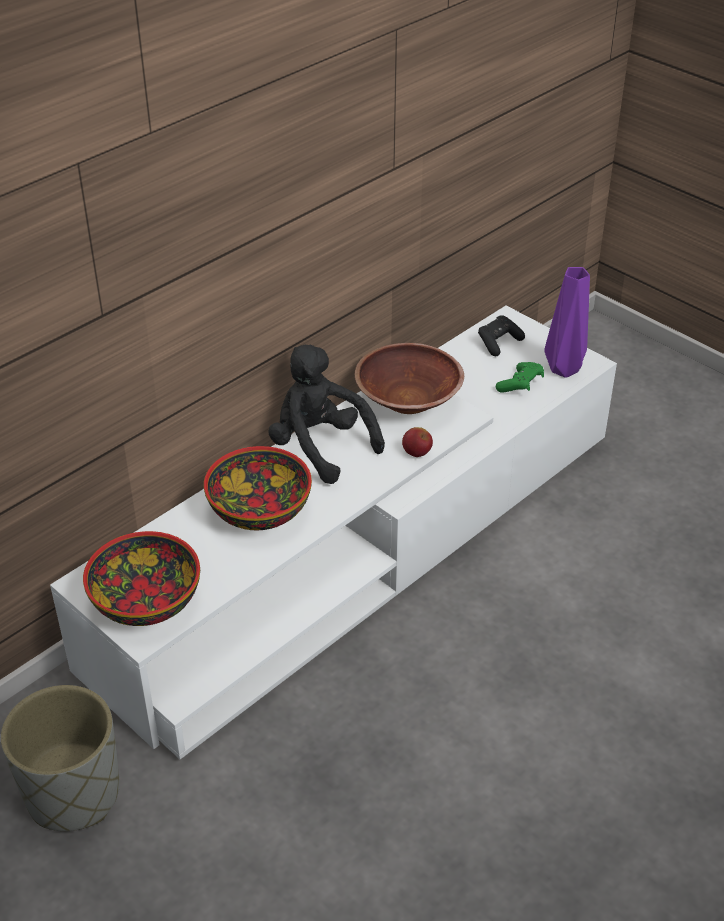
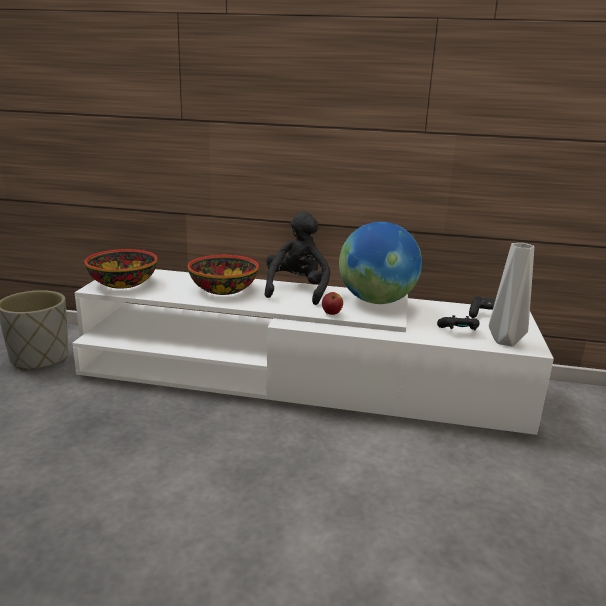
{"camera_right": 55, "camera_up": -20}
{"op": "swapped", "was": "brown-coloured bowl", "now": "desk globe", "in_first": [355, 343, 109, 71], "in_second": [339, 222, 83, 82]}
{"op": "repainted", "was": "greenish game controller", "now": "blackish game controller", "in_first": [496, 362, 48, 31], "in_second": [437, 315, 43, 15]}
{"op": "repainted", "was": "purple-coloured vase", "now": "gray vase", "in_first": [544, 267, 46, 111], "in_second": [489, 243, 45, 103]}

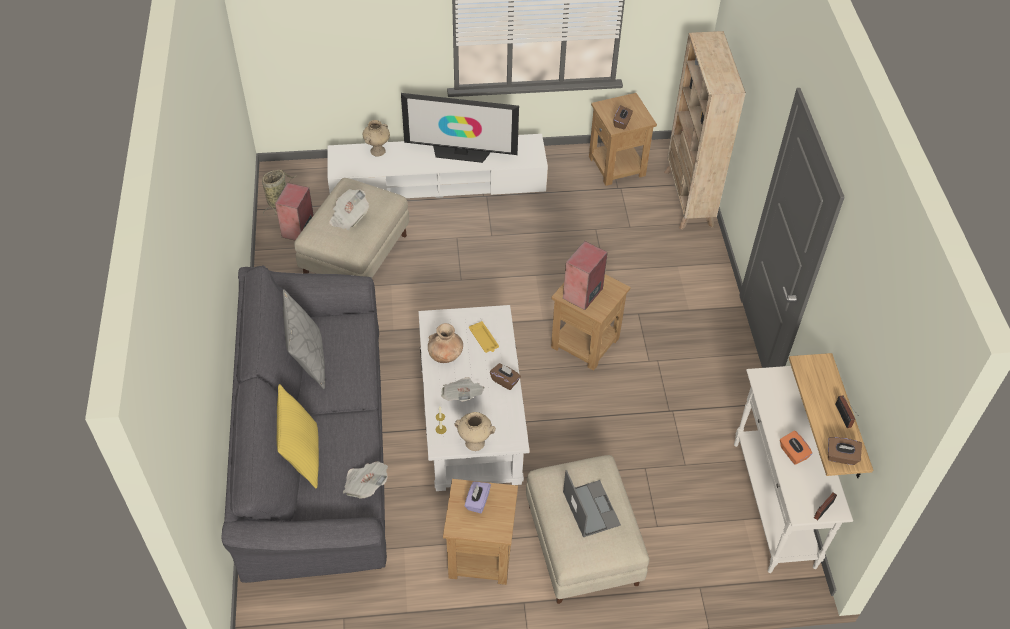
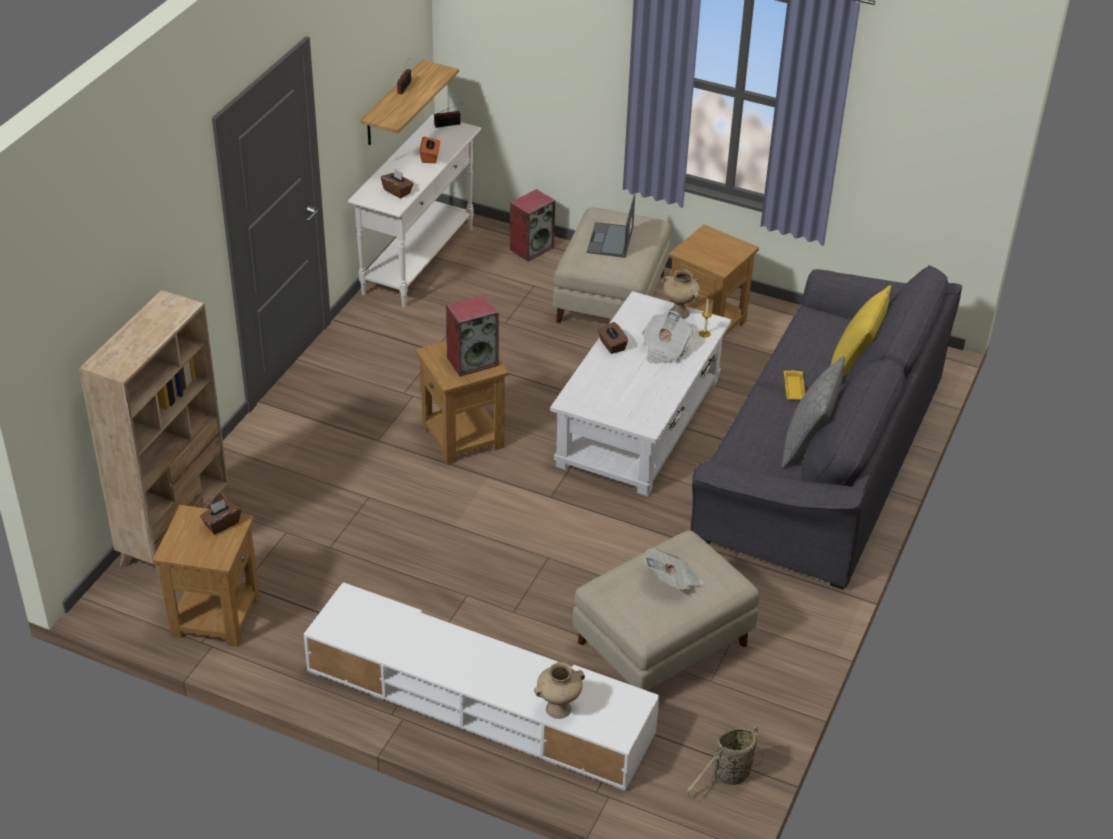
{"camera_right": -150, "camera_up": -10}
{"op": "shifted", "was": "brown-coloured box of tissues", "in_first": [828, 437, 34, 28], "in_second": [381, 169, 32, 29]}
{"op": "shifted", "was": "loudspeaker", "in_first": [275, 183, 39, 57], "in_second": [510, 189, 45, 73]}
{"op": "shifted", "was": "yellow-coloured carrying tray", "in_first": [469, 321, 30, 32], "in_second": [784, 370, 21, 30]}
{"op": "gone", "was": "newspaper", "in_first": [343, 461, 45, 38]}
{"op": "gone", "was": "television", "in_first": [401, 93, 118, 70]}
{"op": "gone", "was": "brown-coloured vase", "in_first": [428, 323, 35, 40]}
{"op": "gone", "was": "purple-coloured box of tissues", "in_first": [465, 481, 26, 32]}

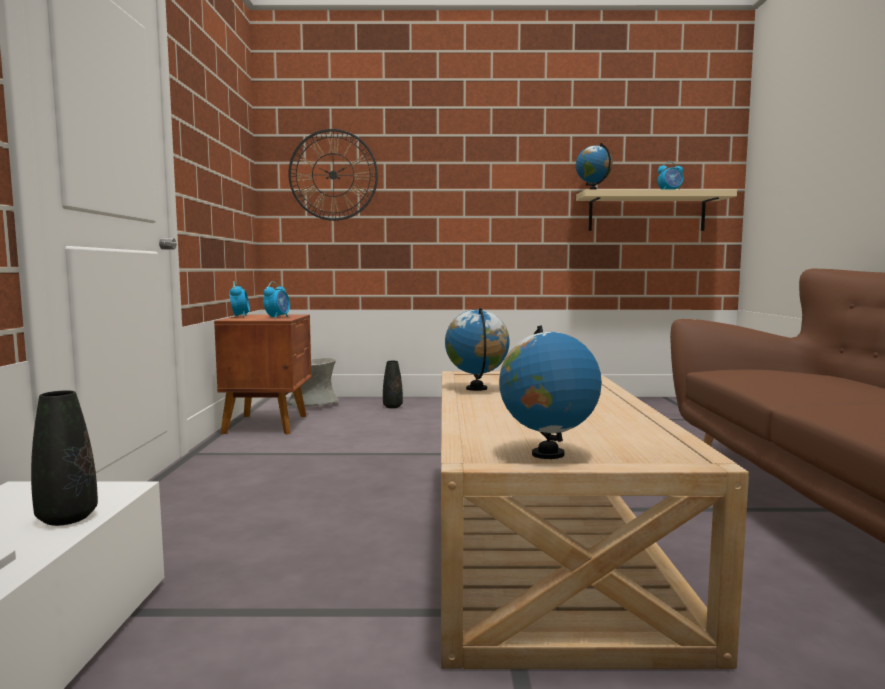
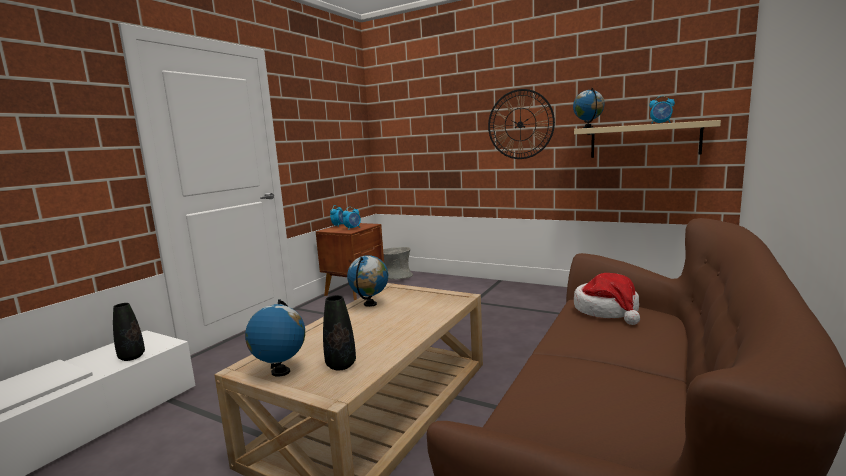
{"camera_right": 30, "camera_up": 5}
{"op": "shifted", "was": "blackish vase", "in_first": [383, 361, 20, 47], "in_second": [323, 295, 33, 76]}
{"op": "shifted", "was": "wall clock", "in_first": [288, 129, 90, 92], "in_second": [488, 89, 67, 70]}
{"op": "new", "now": "hat", "in_second": [574, 273, 66, 52]}

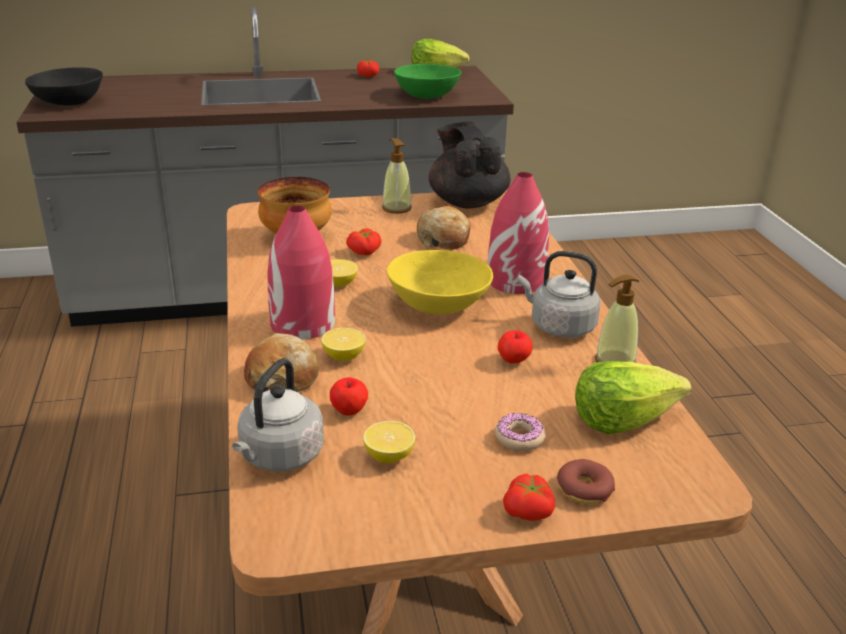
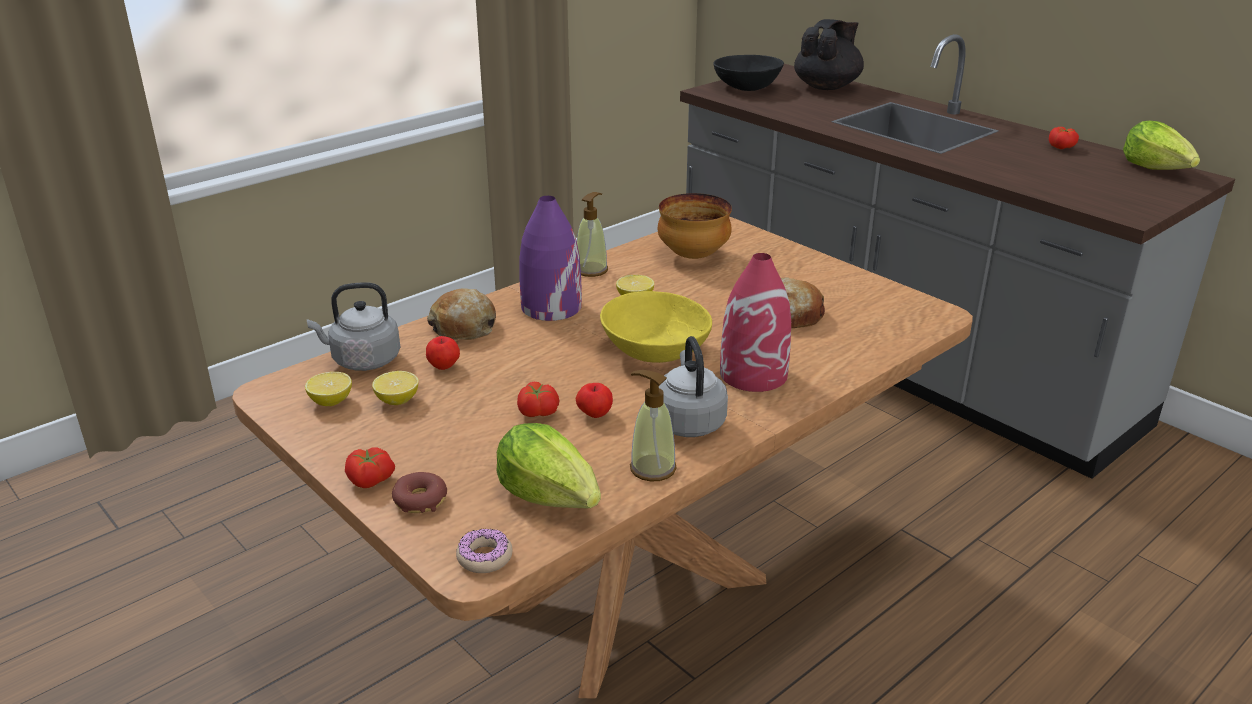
{"camera_right": 60, "camera_up": 0}
{"op": "shifted", "was": "lemon", "in_first": [321, 328, 45, 33], "in_second": [305, 372, 47, 34]}
{"op": "shifted", "was": "doughnut", "in_first": [495, 413, 51, 38], "in_second": [456, 529, 57, 44]}
{"op": "shifted", "was": "tomato", "in_first": [346, 228, 35, 27], "in_second": [517, 382, 43, 35]}
{"op": "repainted", "was": "red-coloured vase", "now": "purple-coloured vase", "in_first": [267, 206, 68, 133], "in_second": [520, 196, 62, 125]}
{"op": "shifted", "was": "soap dispenser", "in_first": [382, 138, 30, 76], "in_second": [577, 192, 31, 85]}
{"op": "shifted", "was": "blackish tea pot", "in_first": [429, 122, 82, 87], "in_second": [794, 19, 70, 71]}
{"op": "gone", "was": "greenish bowl", "in_first": [394, 64, 67, 35]}

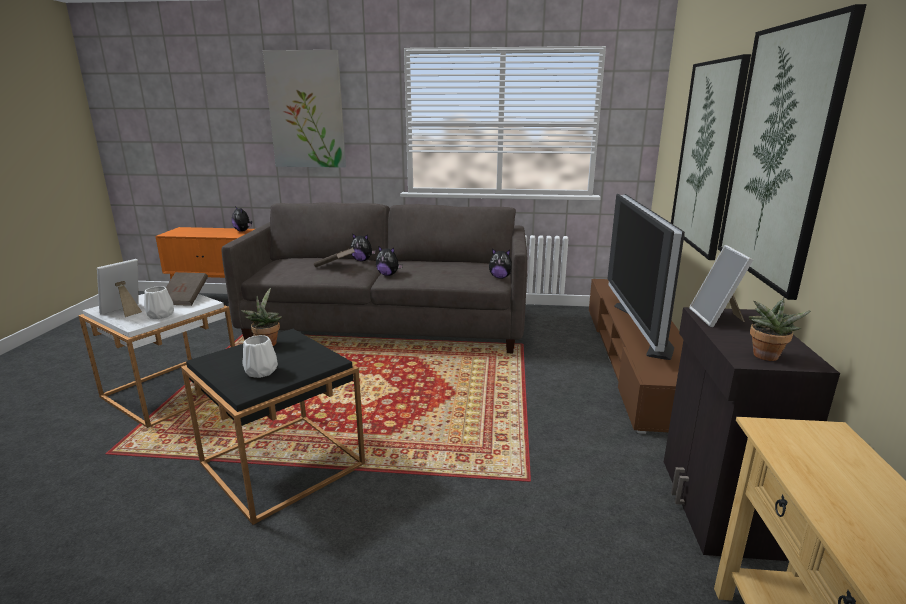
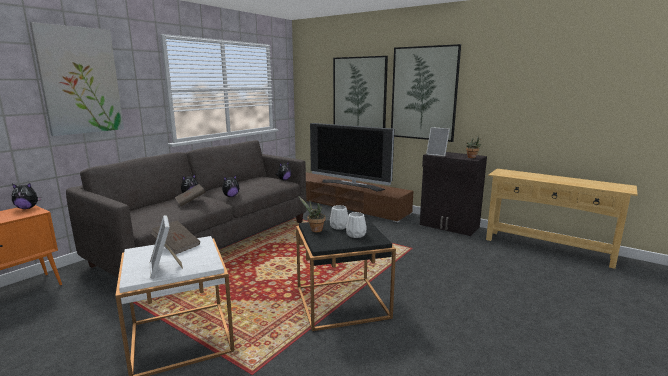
{"camera_right": -60, "camera_up": -5}
{"op": "shifted", "was": "white vase", "in_first": [144, 286, 30, 33], "in_second": [330, 205, 18, 25]}

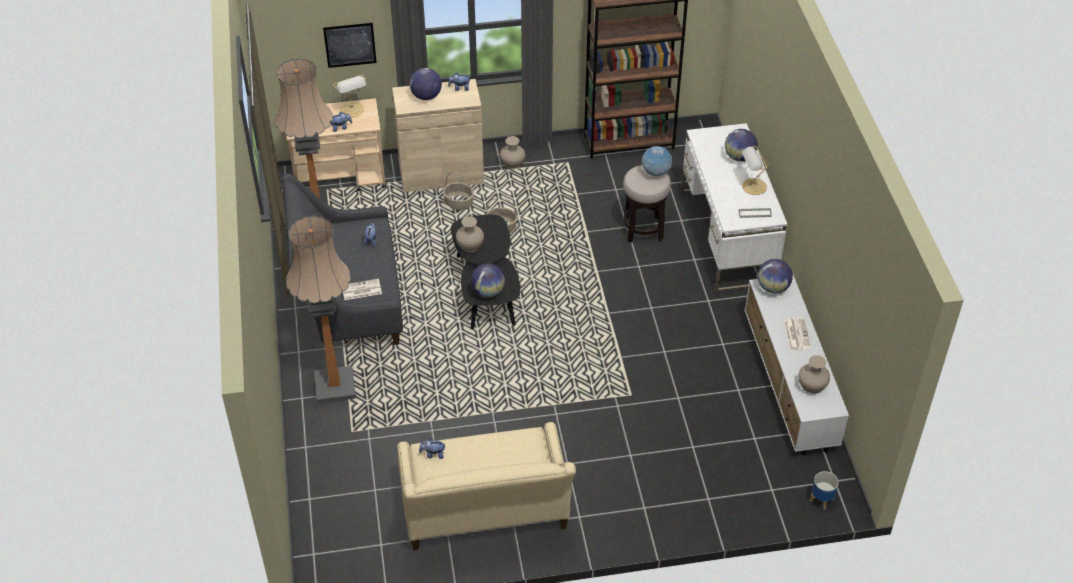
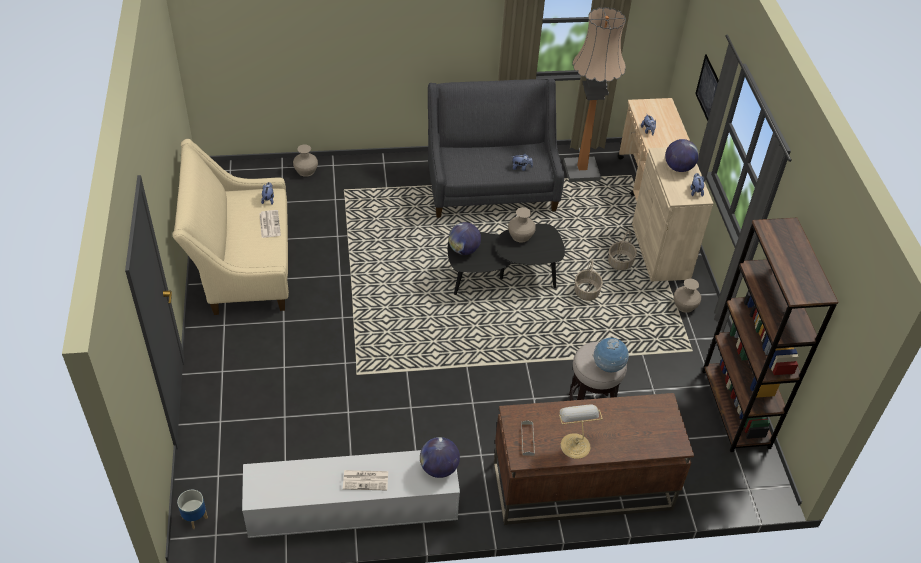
{"camera_right": 90, "camera_up": 0}
{"op": "shifted", "was": "newspaper", "in_first": [343, 279, 39, 21], "in_second": [259, 210, 22, 28]}
{"op": "shifted", "was": "beige-coloured vase", "in_first": [798, 355, 32, 39], "in_second": [293, 144, 25, 33]}
{"op": "repainted", "was": "white desk unit", "now": "brown-coloured desk unit", "in_first": [681, 123, 107, 169], "in_second": [494, 393, 200, 132]}
{"op": "gone", "was": "standing lamp", "in_first": [286, 215, 70, 189]}
{"op": "gone", "was": "table lamp", "in_first": [333, 75, 33, 42]}
{"op": "gone", "was": "desk globe", "in_first": [725, 129, 33, 33]}

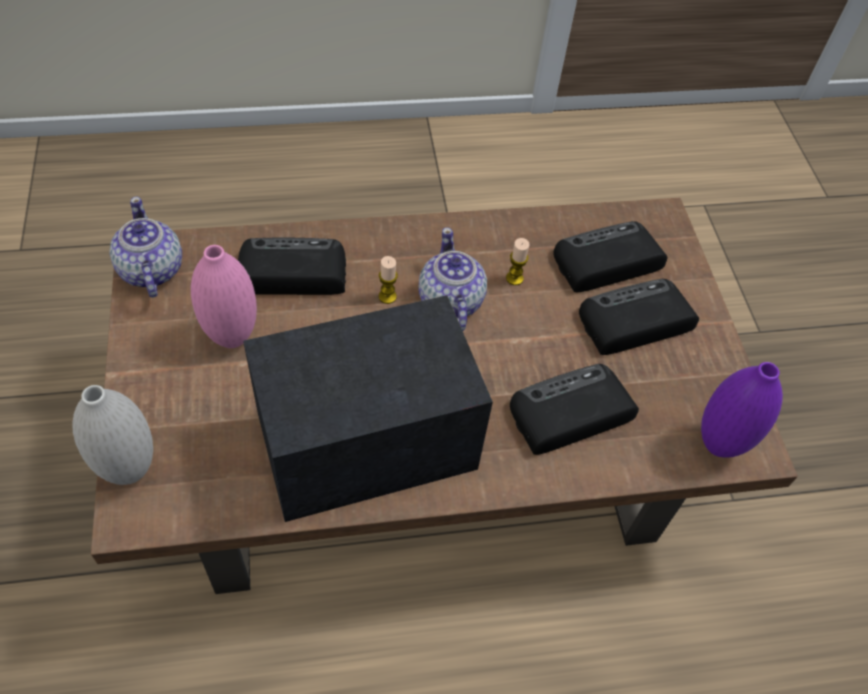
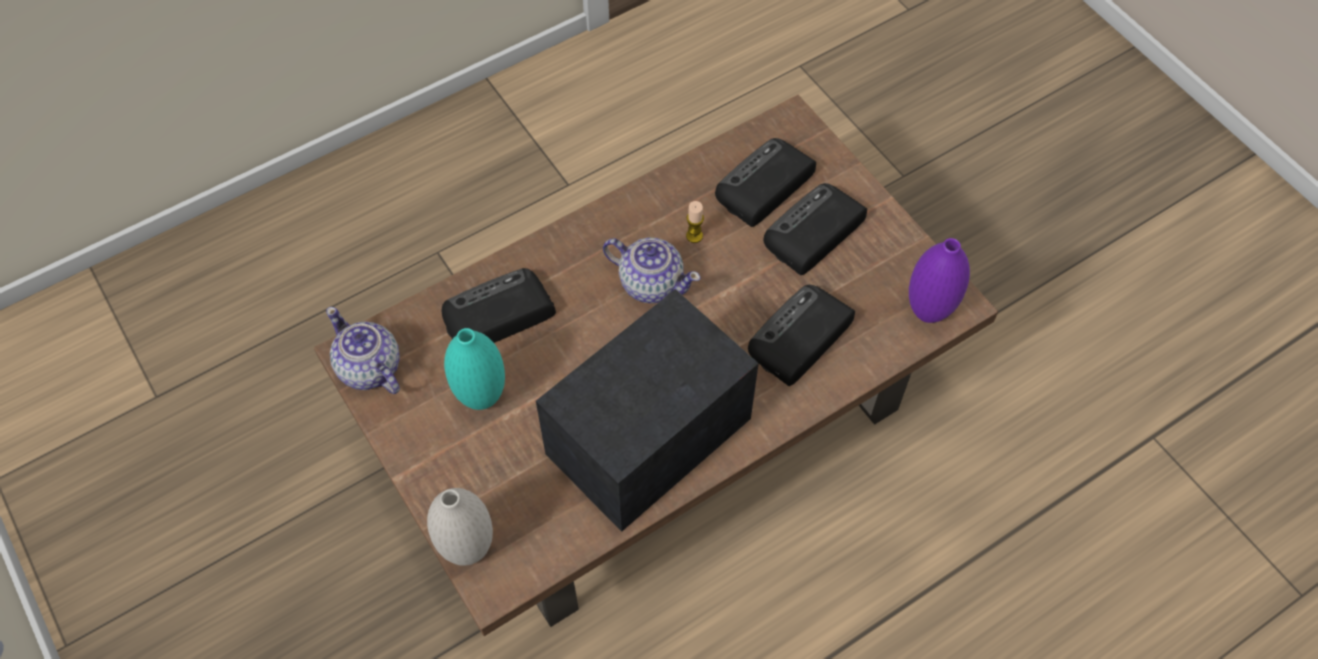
{"camera_right": -20, "camera_up": 5}
{"op": "repainted", "was": "pinkish vase", "now": "blue-green vase", "in_first": [191, 245, 66, 103], "in_second": [444, 328, 61, 82]}
{"op": "rotated", "was": "tea pot", "in_first": [418, 227, 69, 104], "in_second": [603, 237, 98, 66], "clockwise": 150}
{"op": "gone", "was": "candle", "in_first": [379, 256, 19, 48]}

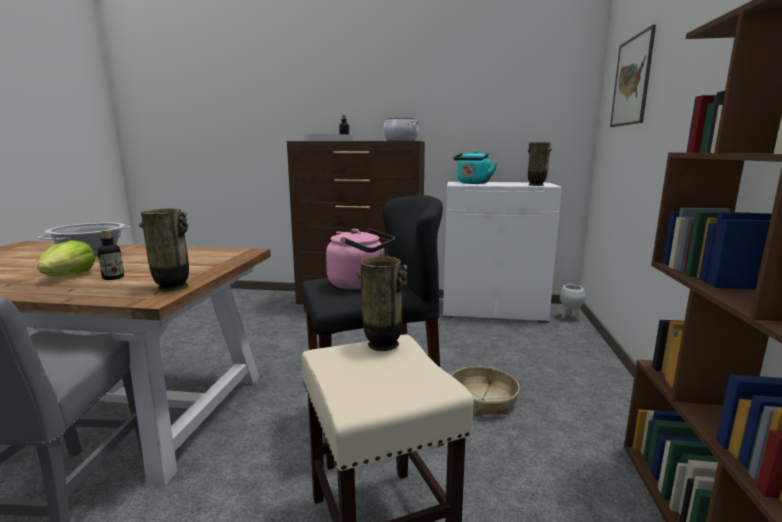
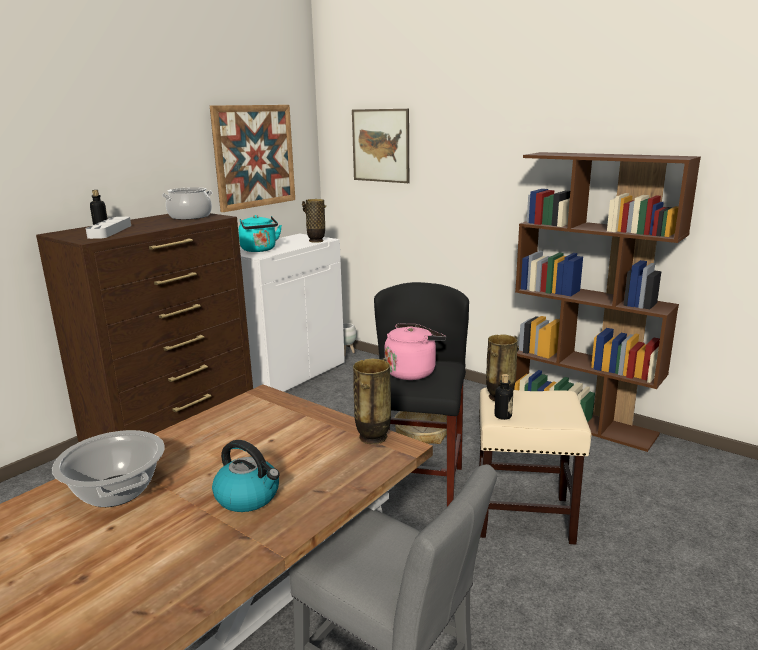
{"camera_right": -60, "camera_up": 5}
{"op": "new", "now": "wall art", "in_second": [210, 105, 85, 107]}
{"op": "swapped", "was": "lettuce", "now": "kettle", "in_first": [37, 240, 59, 36], "in_second": [212, 440, 68, 72]}
{"op": "shifted", "was": "drink bottle", "in_first": [98, 230, 26, 50], "in_second": [495, 374, 18, 46]}

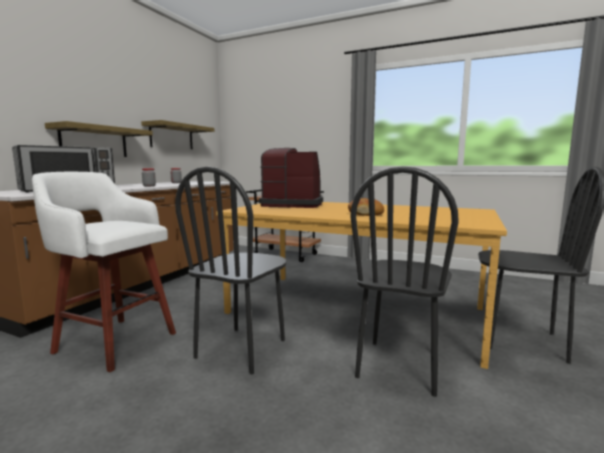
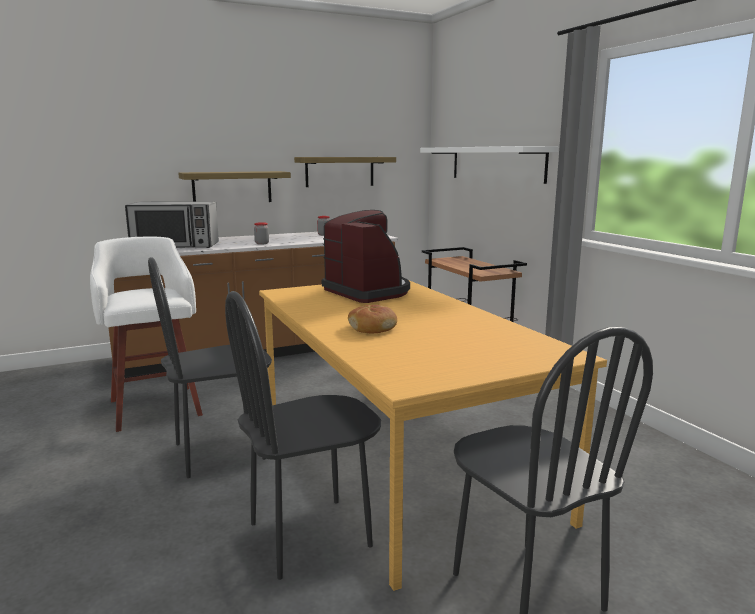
{"camera_right": 40, "camera_up": 5}
{"op": "new", "now": "white wall shelf", "in_second": [420, 146, 139, 38]}

